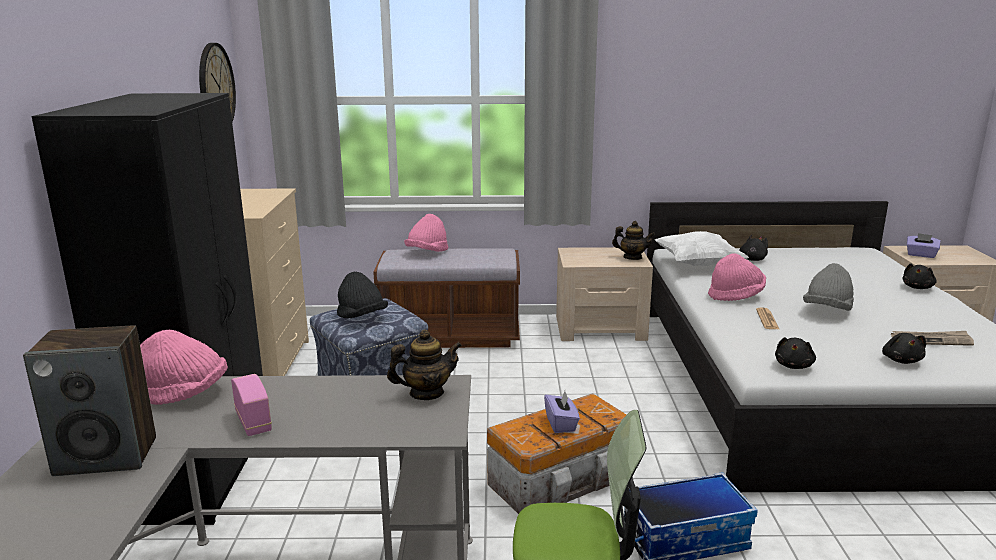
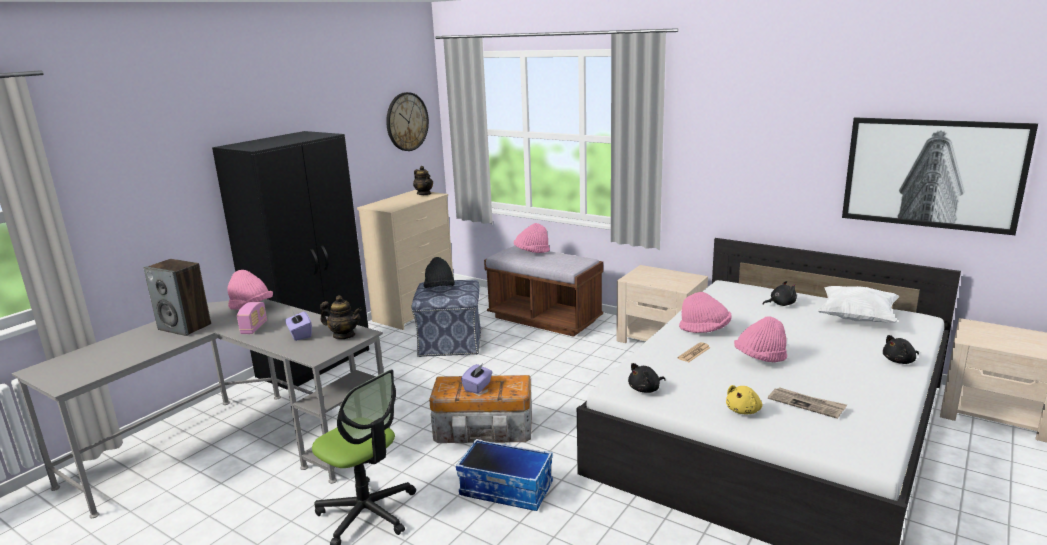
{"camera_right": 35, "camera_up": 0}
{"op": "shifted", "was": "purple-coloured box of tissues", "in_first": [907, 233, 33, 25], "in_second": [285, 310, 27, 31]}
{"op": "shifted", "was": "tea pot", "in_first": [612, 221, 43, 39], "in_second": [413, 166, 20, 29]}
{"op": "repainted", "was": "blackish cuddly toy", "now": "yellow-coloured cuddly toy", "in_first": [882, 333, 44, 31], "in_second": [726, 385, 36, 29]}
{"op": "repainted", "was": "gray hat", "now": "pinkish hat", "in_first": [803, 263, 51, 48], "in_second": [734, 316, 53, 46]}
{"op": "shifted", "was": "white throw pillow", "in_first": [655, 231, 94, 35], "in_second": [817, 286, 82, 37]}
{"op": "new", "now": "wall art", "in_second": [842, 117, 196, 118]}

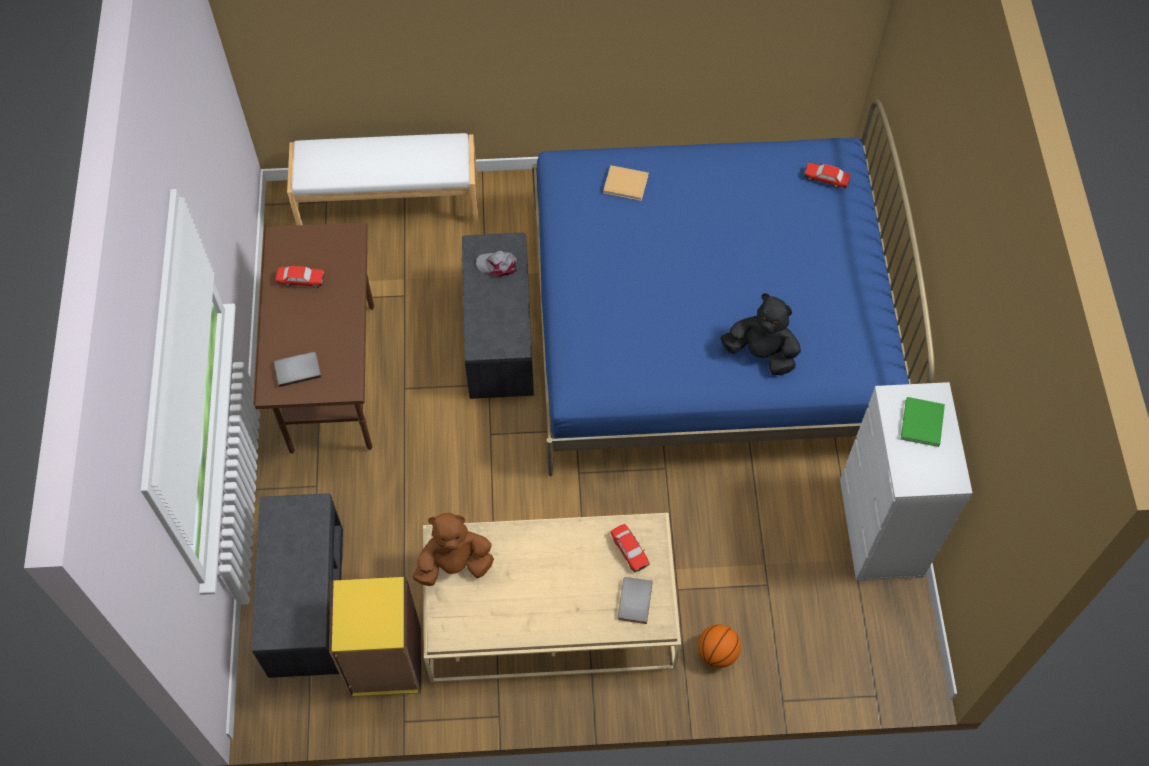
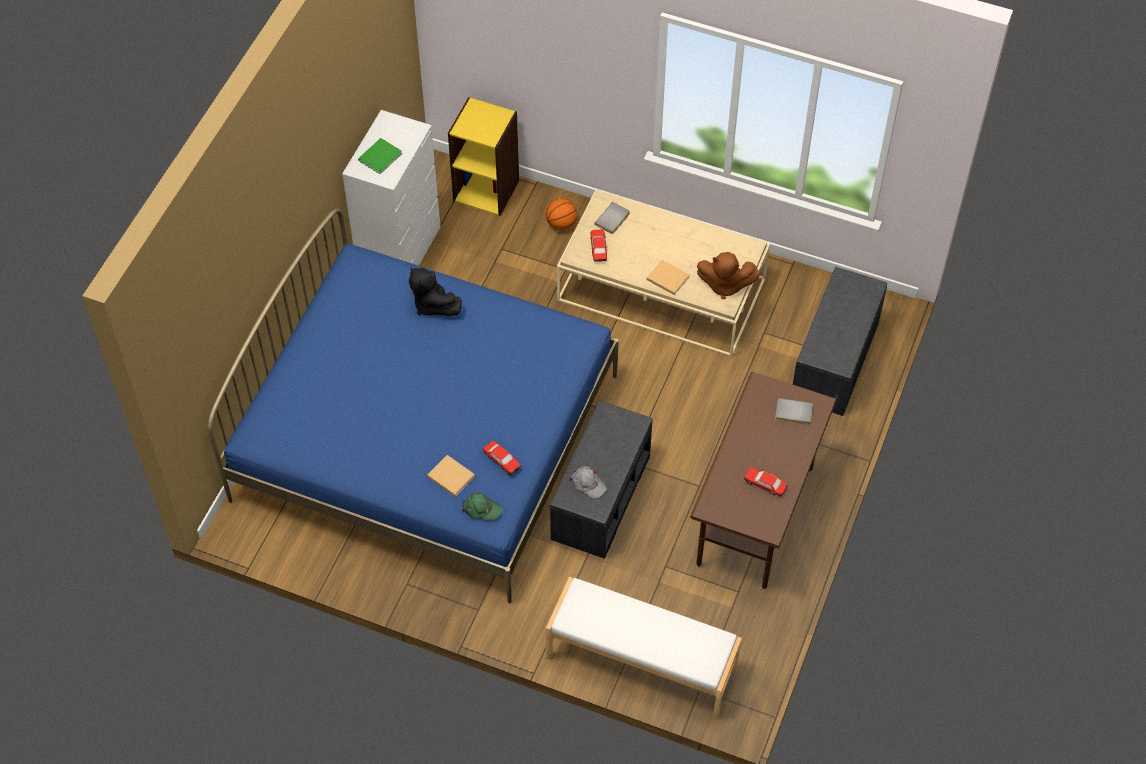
{"camera_right": -155, "camera_up": -5}
{"op": "shifted", "was": "yellow-coloured bookshelf", "in_first": [329, 577, 92, 120], "in_second": [448, 97, 71, 119]}
{"op": "new", "now": "greenish cap", "in_second": [462, 492, 40, 29]}
{"op": "shifted", "was": "model car", "in_first": [804, 163, 47, 25], "in_second": [483, 441, 38, 34]}
{"op": "new", "now": "beige-coloured bound book", "in_second": [646, 260, 44, 35]}

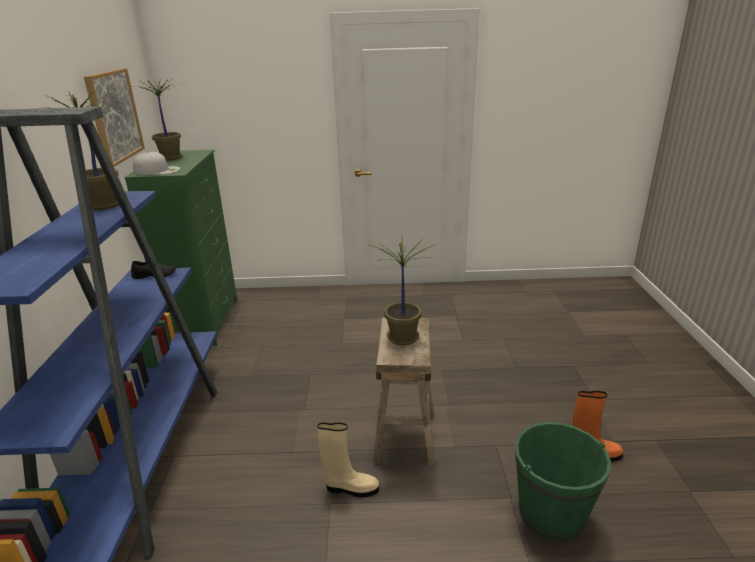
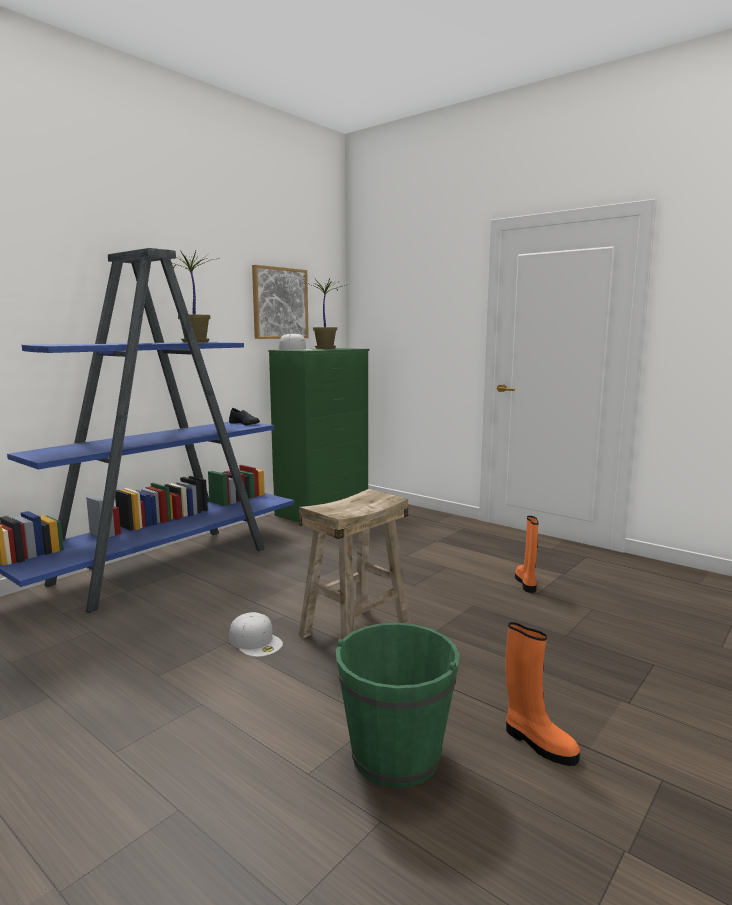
{"camera_right": 40, "camera_up": -15}
{"op": "swapped", "was": "beige-coloured tall boot", "now": "white cap", "in_first": [318, 423, 61, 74], "in_second": [229, 612, 54, 45]}
{"op": "new", "now": "orange tall boot", "in_second": [515, 516, 24, 77]}
{"op": "gone", "was": "plant in a pot", "in_first": [370, 237, 67, 108]}

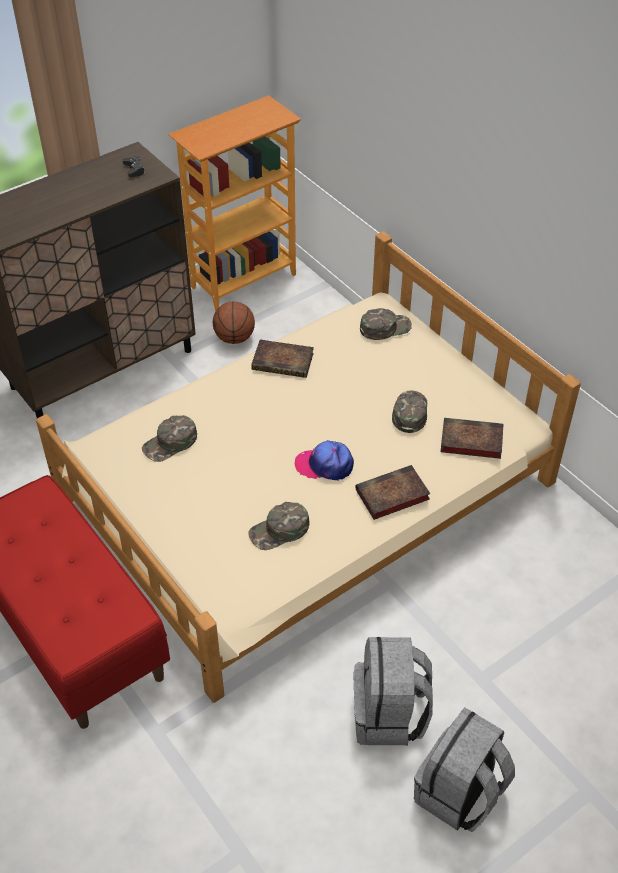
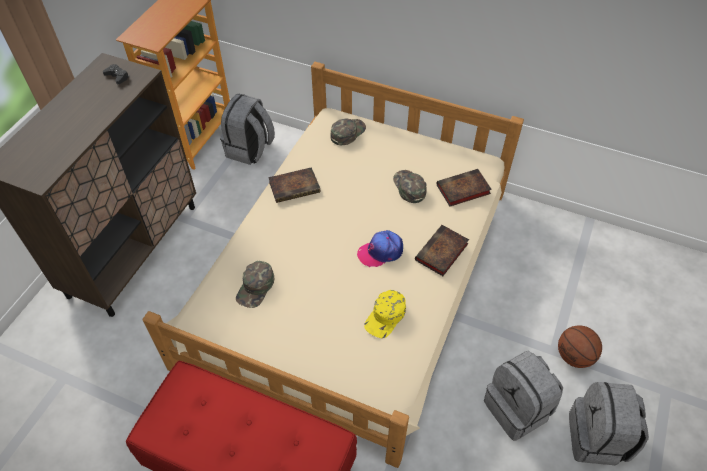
{"camera_right": -30, "camera_up": 5}
{"op": "new", "now": "gray rucksack", "in_second": [220, 94, 55, 71]}
{"op": "repainted", "was": "greenish cap", "now": "yellow-coloured cap", "in_first": [248, 502, 61, 48], "in_second": [364, 290, 42, 48]}
{"op": "shifted", "was": "basketball ball", "in_first": [213, 302, 42, 42], "in_second": [558, 325, 44, 43]}

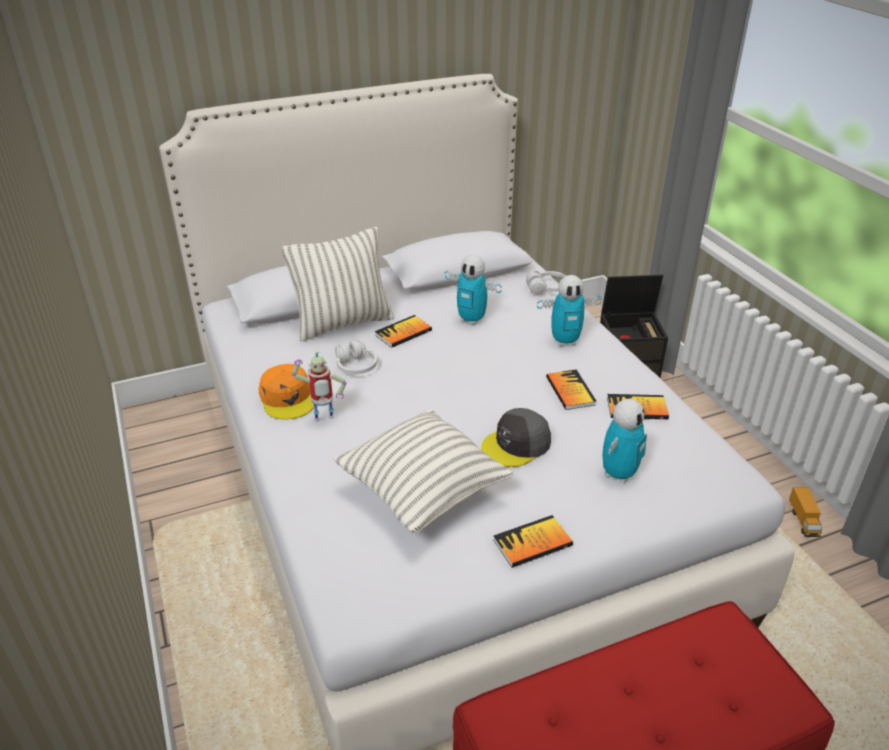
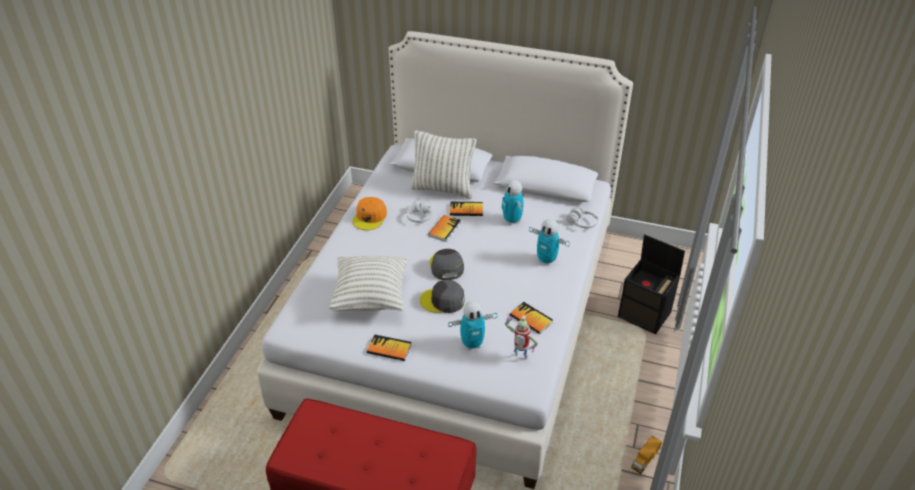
{"camera_right": 40, "camera_up": 5}
{"op": "shifted", "was": "bound book", "in_first": [546, 369, 51, 41], "in_second": [428, 215, 33, 27]}
{"op": "new", "now": "gray cap", "in_second": [430, 249, 34, 31]}
{"op": "shifted", "was": "toy robot", "in_first": [292, 349, 54, 73], "in_second": [505, 316, 33, 43]}

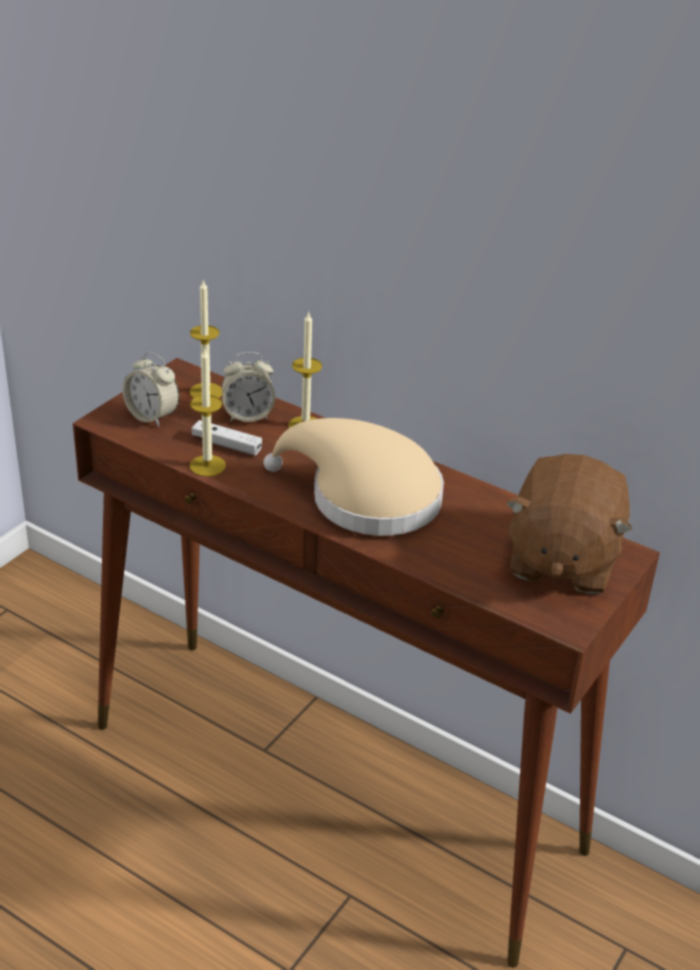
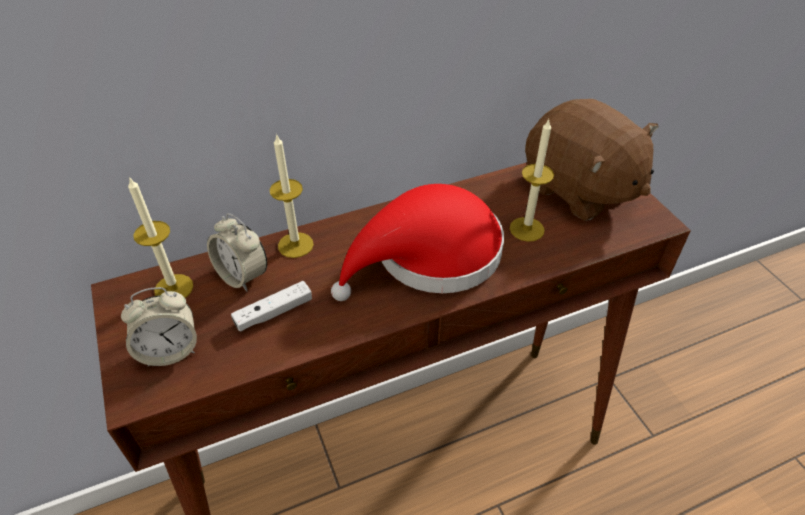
{"camera_right": -55, "camera_up": 10}
{"op": "rotated", "was": "bedside clock", "in_first": [222, 352, 53, 70], "in_second": [207, 213, 60, 79], "clockwise": 105}
{"op": "repainted", "was": "beige-coloured hat", "now": "red-coloured hat", "in_first": [264, 418, 180, 118], "in_second": [331, 184, 173, 117]}
{"op": "shifted", "was": "candle", "in_first": [189, 347, 37, 130], "in_second": [510, 119, 44, 123]}

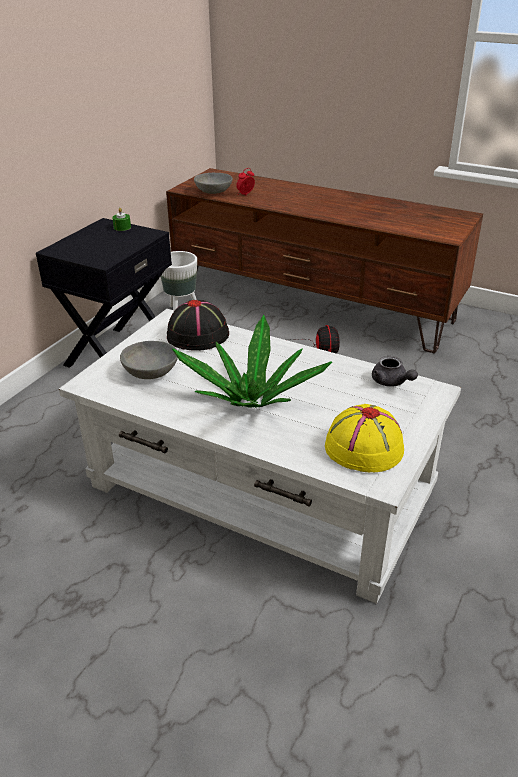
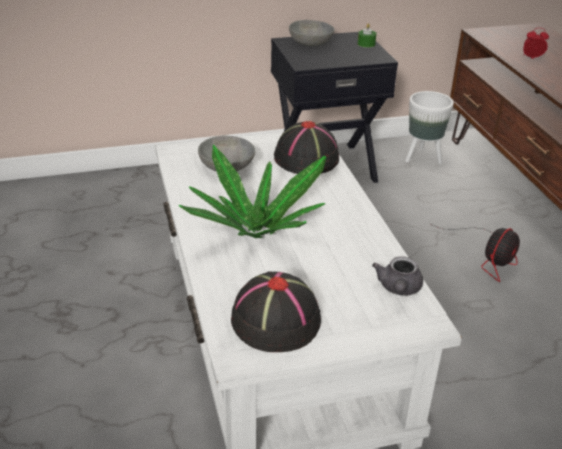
{"camera_right": 45, "camera_up": 0}
{"op": "repainted", "was": "yellow-coloured hat", "now": "blackish hat", "in_first": [325, 404, 79, 68], "in_second": [231, 271, 90, 81]}
{"op": "shifted", "was": "gray bowl", "in_first": [194, 173, 39, 21], "in_second": [289, 20, 45, 26]}

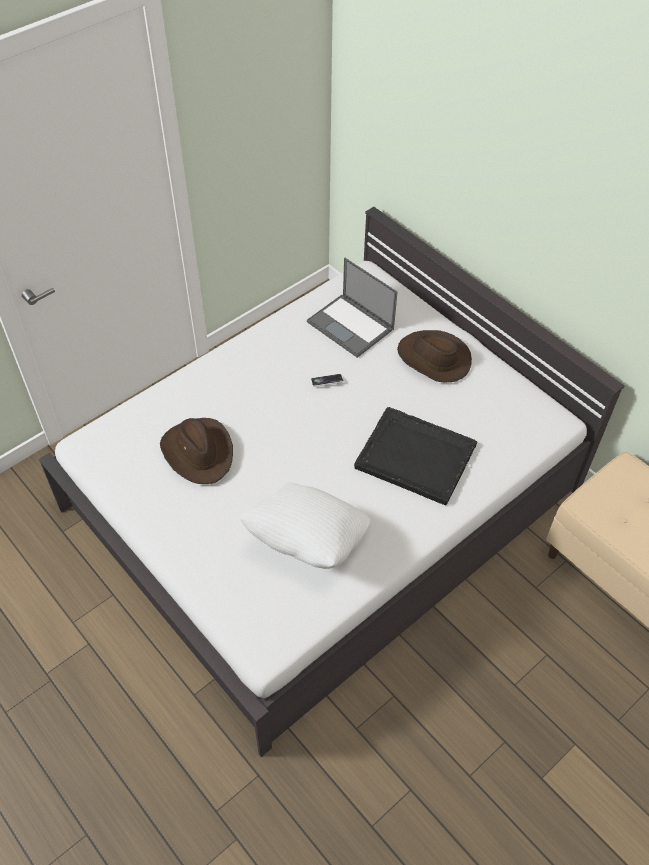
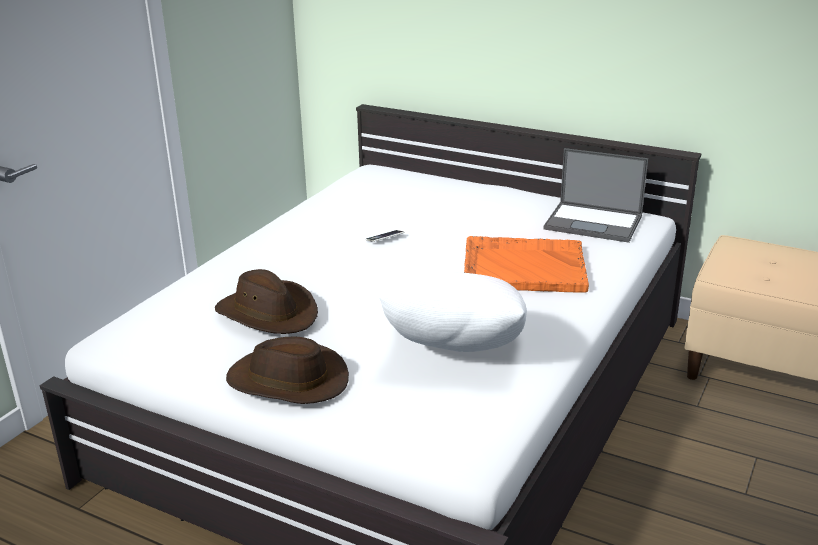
{"camera_right": -20, "camera_up": -25}
{"op": "shifted", "was": "brown-coloured hat", "in_first": [397, 330, 75, 52], "in_second": [226, 337, 123, 67]}
{"op": "repainted", "was": "blackish carrying tray", "now": "orange carrying tray", "in_first": [354, 407, 123, 98], "in_second": [464, 236, 125, 57]}
{"op": "shifted", "was": "portable computer", "in_first": [307, 258, 91, 100], "in_second": [544, 148, 104, 95]}

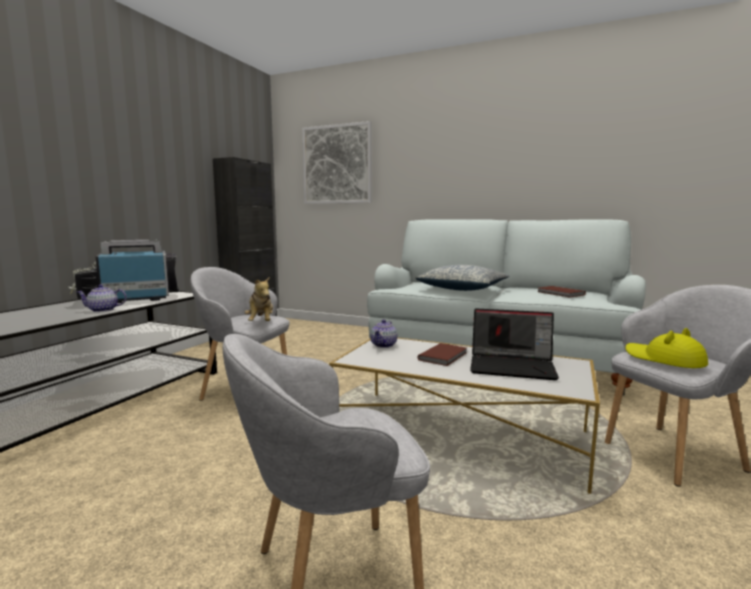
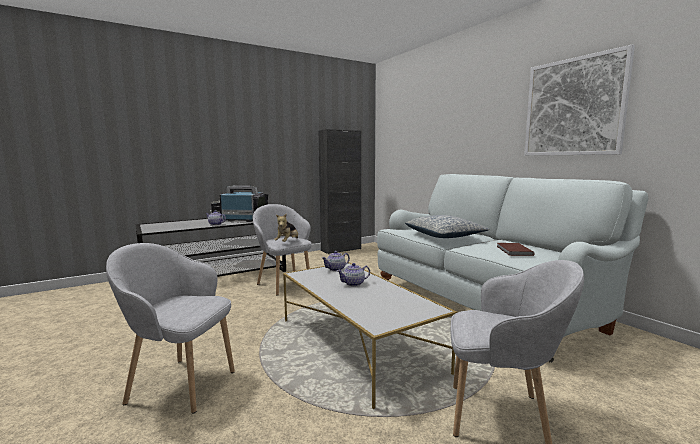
{"camera_right": 35, "camera_up": 0}
{"op": "swapped", "was": "brown-coloured bound book", "now": "tea pot", "in_first": [418, 343, 49, 23], "in_second": [337, 263, 33, 24]}
{"op": "shifted", "was": "wall art", "in_first": [302, 121, 70, 83], "in_second": [524, 45, 111, 111]}
{"op": "gone", "was": "portable computer", "in_first": [470, 309, 89, 71]}
{"op": "gone", "was": "yellow-coloured hat", "in_first": [625, 328, 83, 40]}

